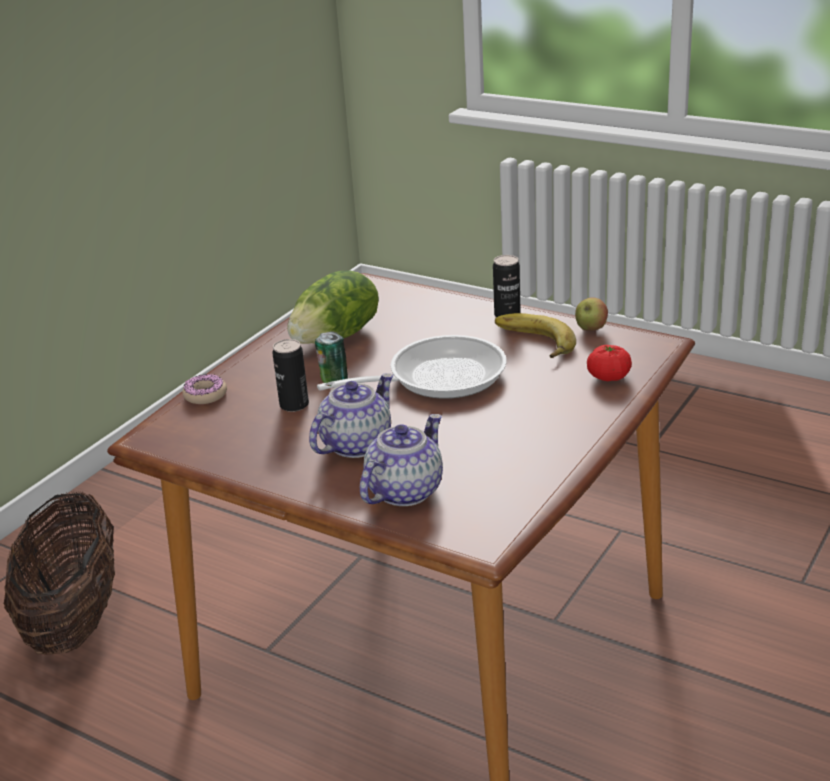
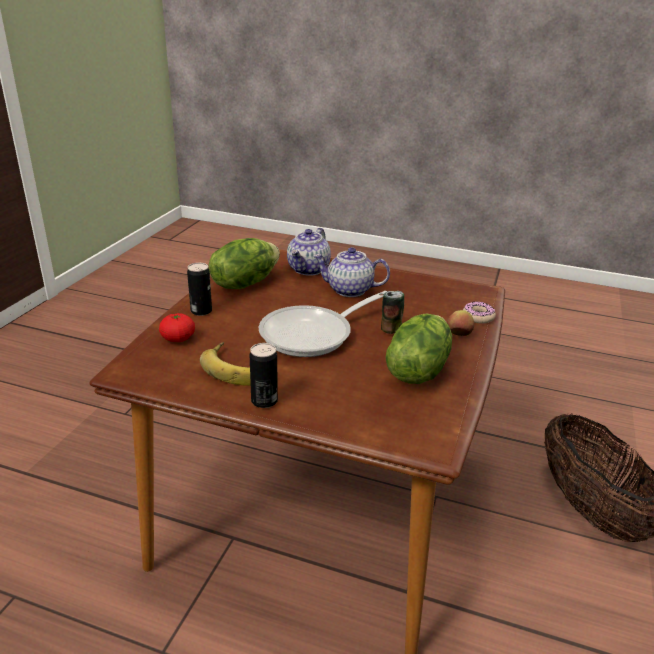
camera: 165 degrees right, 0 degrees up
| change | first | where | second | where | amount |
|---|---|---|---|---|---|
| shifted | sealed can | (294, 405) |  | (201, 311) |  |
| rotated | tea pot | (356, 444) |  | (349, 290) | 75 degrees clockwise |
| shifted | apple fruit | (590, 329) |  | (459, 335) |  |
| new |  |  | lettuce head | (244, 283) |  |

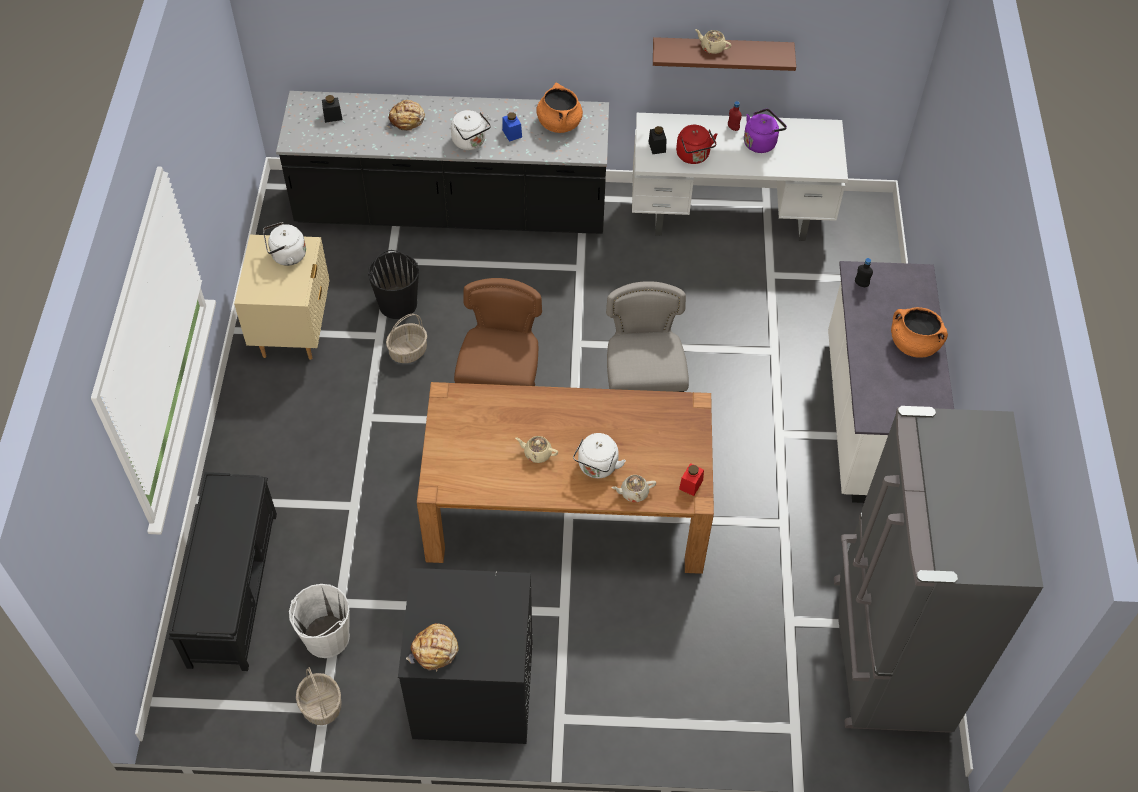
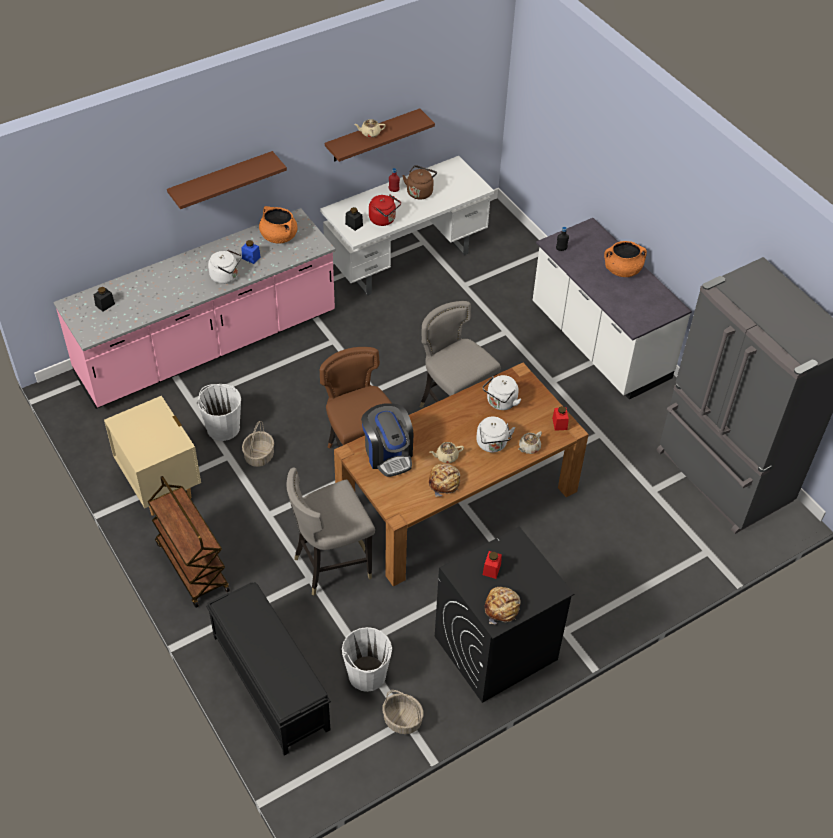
camera: 35 degrees left, 5 degrees down
| change | first | where | second | where | amount |
|---|---|---|---|---|---|
| shifted | white-coloured kettle | (286, 256) |  | (500, 403) |  |
| repainted | blackish kitchen counter | (452, 210) | pinkish kitchen counter | (208, 345) |  |
| repainted | blackish bucket | (398, 303) | white-coloured bucket | (223, 427) |  |
| shifted | bread | (407, 120) |  | (444, 482) |  |
| repainted | purple kettle | (761, 142) | brownish kettle | (420, 191) |  |
| new |  |  | brownish cart | (191, 566) |  |
| new |  |  | brownish wall shelf | (221, 180) |  |
| new |  |  | gray stool | (331, 565) |  |
| new |  |  | coffee maker | (388, 453) |  |
| new |  |  | red-coloured jar | (491, 569) |  |

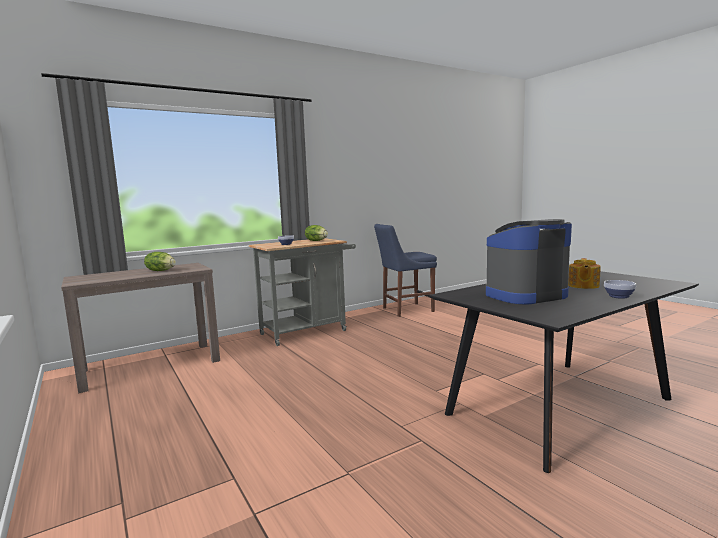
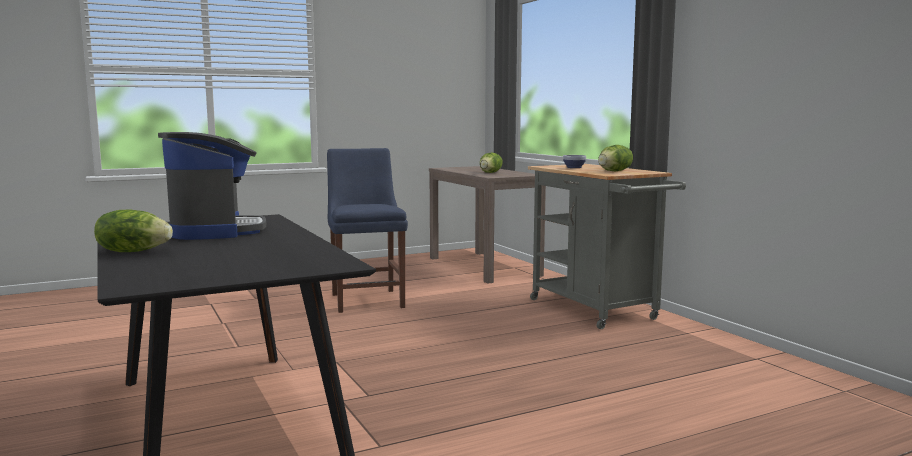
camera: 95 degrees right, 0 degrees up
| change | first | where | second | where | amount |
|---|---|---|---|---|---|
| shifted | blue-coloured plain chair | (405, 310) |  | (367, 299) |  |
| gone | tea pot | (583, 286) |  |  |  |
| swapped | bowl | (618, 296) | lettuce head | (133, 251) |  |

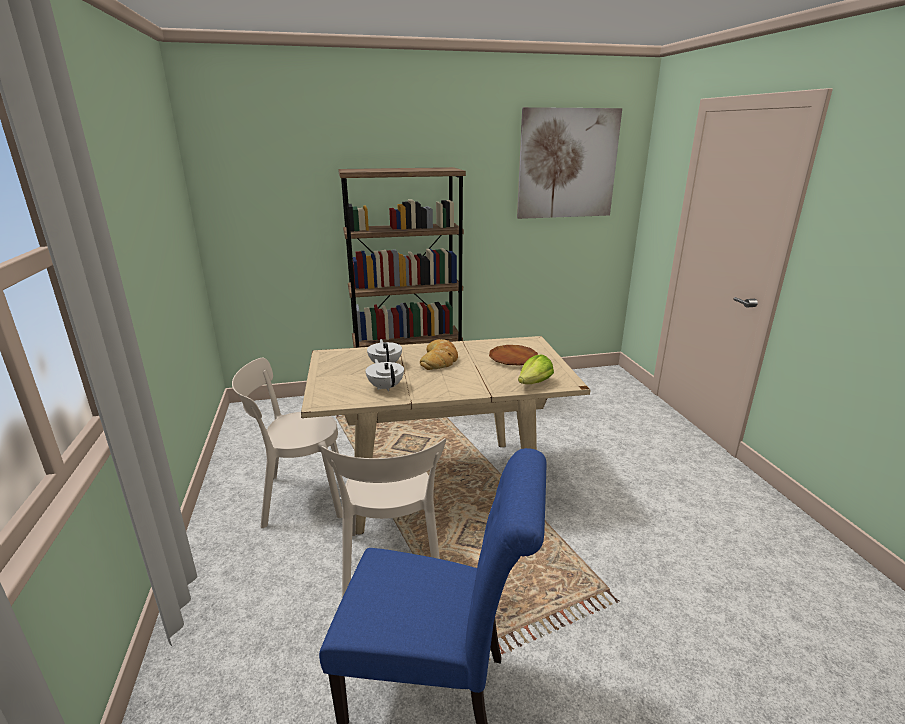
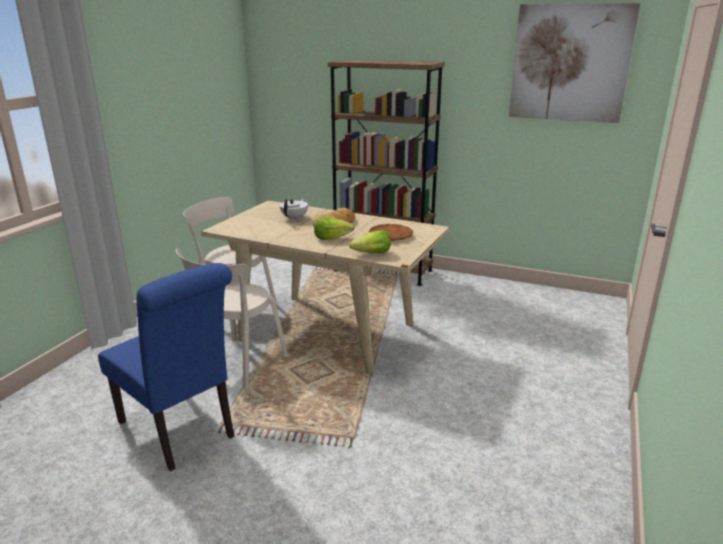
camera: 35 degrees right, 0 degrees up
| change | first | where | second | where | amount |
|---|---|---|---|---|---|
| gone | white-coloured tea pot | (386, 387) |  |  |  |
| new |  |  | lettuce head | (332, 238) |  |

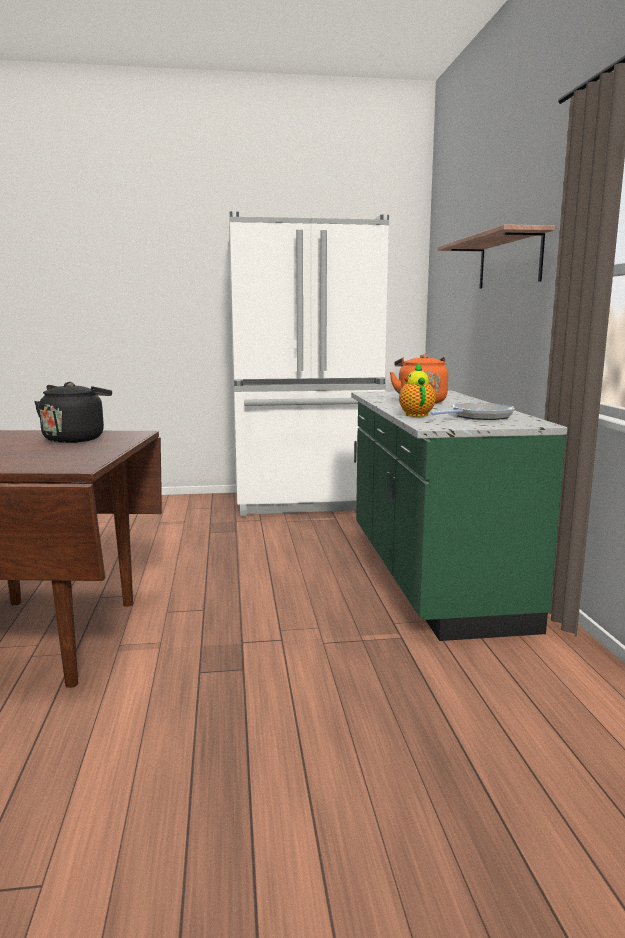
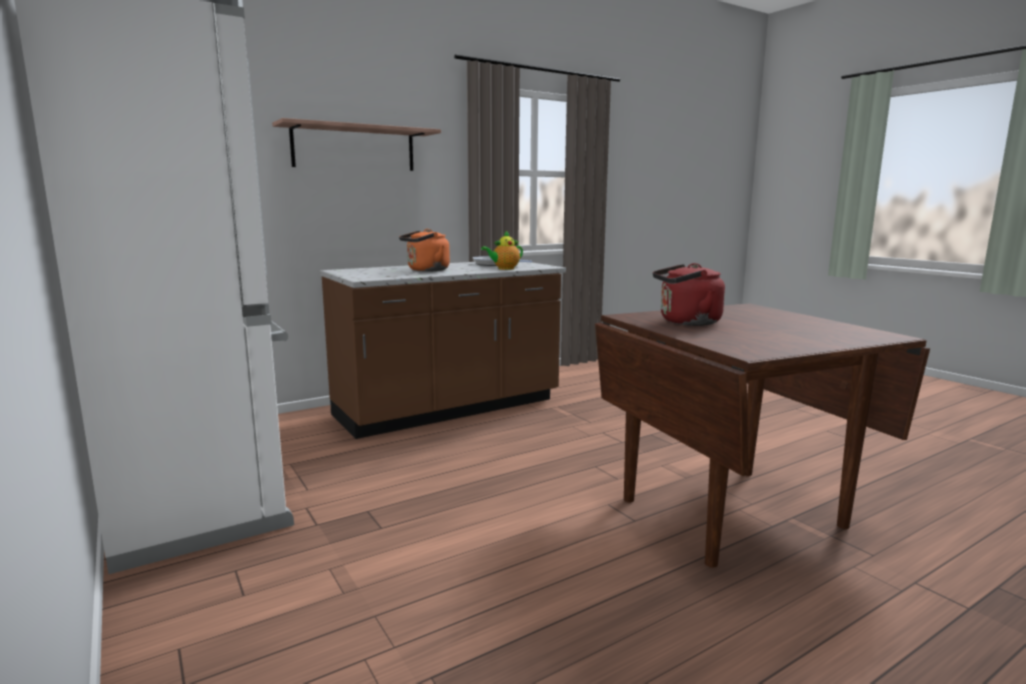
camera: 115 degrees left, 0 degrees up
| change | first | where | second | where | amount |
|---|---|---|---|---|---|
| repainted | blackish kettle | (76, 439) | red-coloured kettle | (686, 322) |  |
| repainted | green-coloured kitchen counter | (431, 577) | brownish kitchen counter | (449, 409) |  |

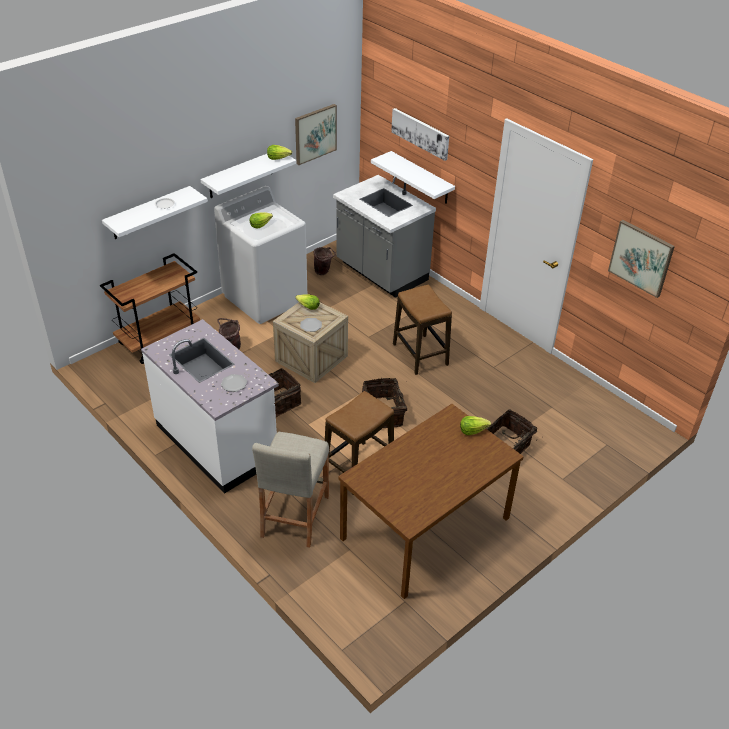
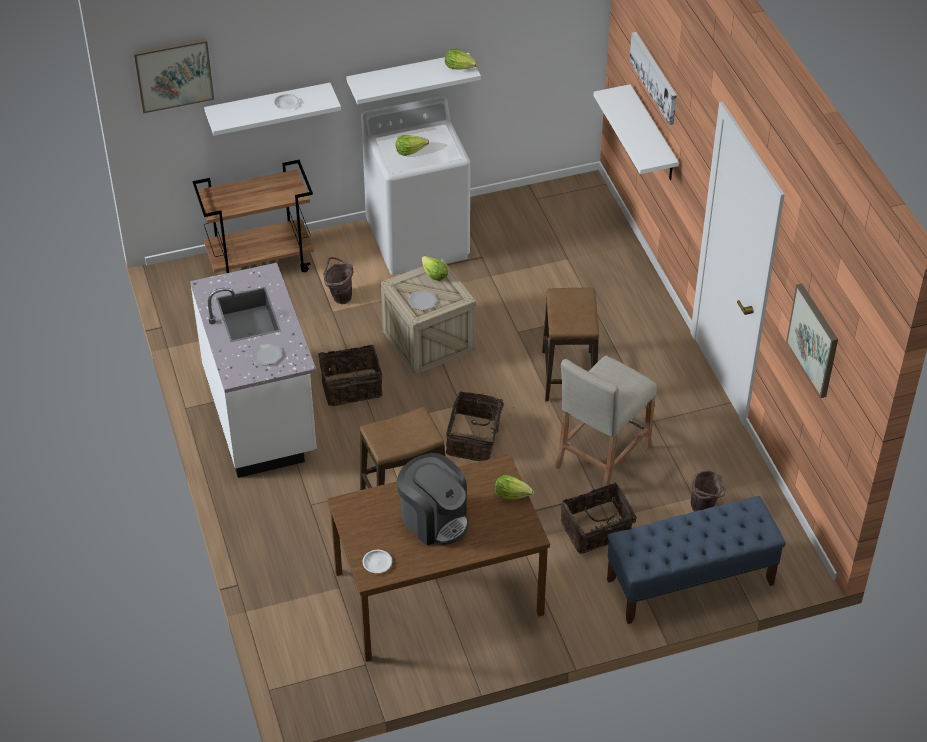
camera: 25 degrees right, 5 degrees up
| change | first | where | second | where | amount |
|---|---|---|---|---|---|
| shifted | sand-coloured stool | (294, 516) |  | (602, 457) |  |
| shifted | wall picture | (315, 134) |  | (173, 74) |  |
| shifted | brownish bucket | (324, 272) |  | (705, 509) |  |
| gone | gray kitchen counter | (381, 272) |  |  |  |
| new |  |  | white-coloured flat dish | (377, 563) |  |
| new |  |  | coffee maker | (434, 519) |  |
| new |  |  | blue-coloured bench | (689, 582) |  |

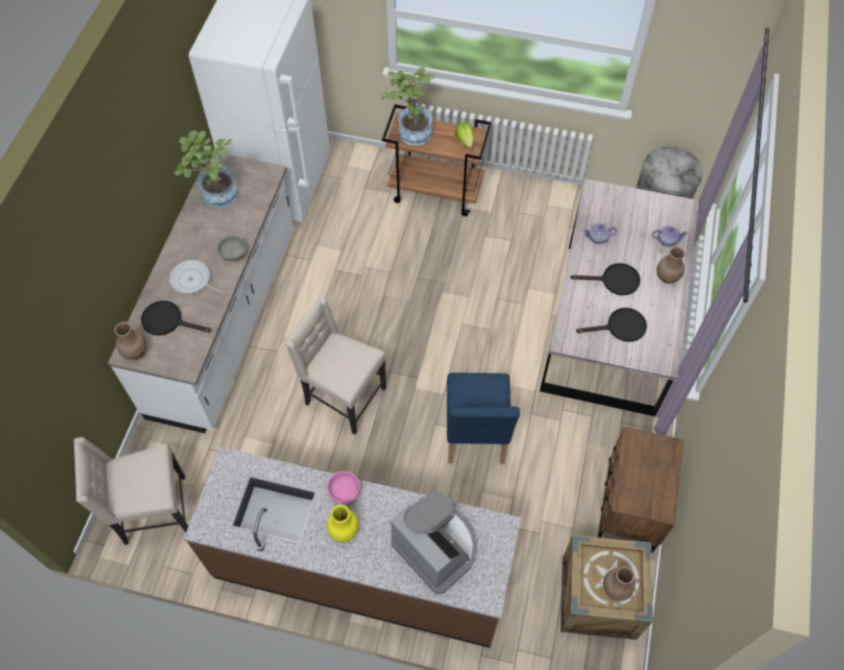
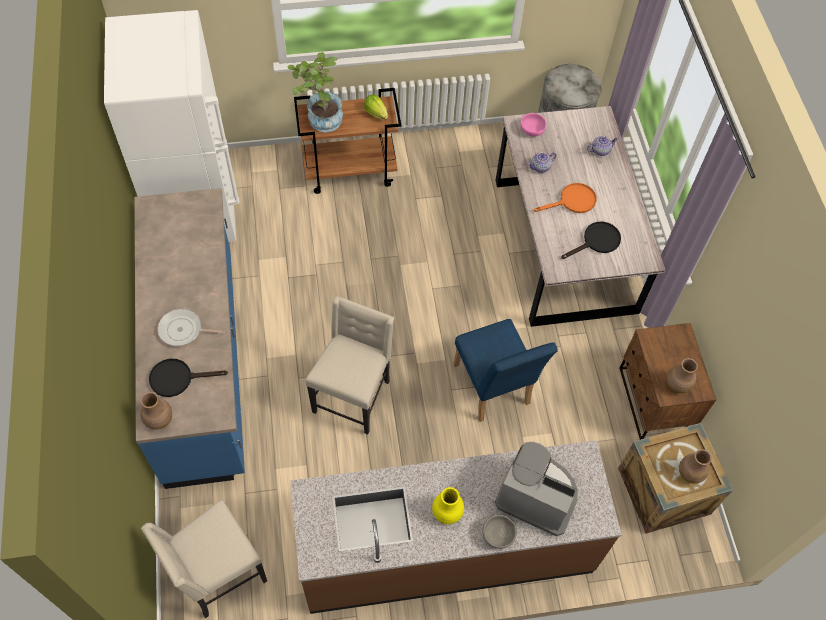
camera: 25 degrees left, 0 degrees up
| change | first | where | second | where | amount |
|---|---|---|---|---|---|
| repainted | white-coloured kitchen counter | (226, 322) | blue-coloured kitchen counter | (202, 365) |  |
| gone | plant in a pot | (216, 198) |  |  |  |
| shifted | gray bowl | (233, 253) |  | (497, 535) |  |
| rotated | sand-coloured plain chair | (343, 397) |  | (353, 396) | 105 degrees clockwise |
| shifted | pinkish bowl | (345, 491) |  | (532, 130) |  |
| repainted | blackish pan | (614, 281) | orangey pan | (572, 201) |  |
| shifted | brownish flower vase | (666, 277) |  | (677, 385) |  |

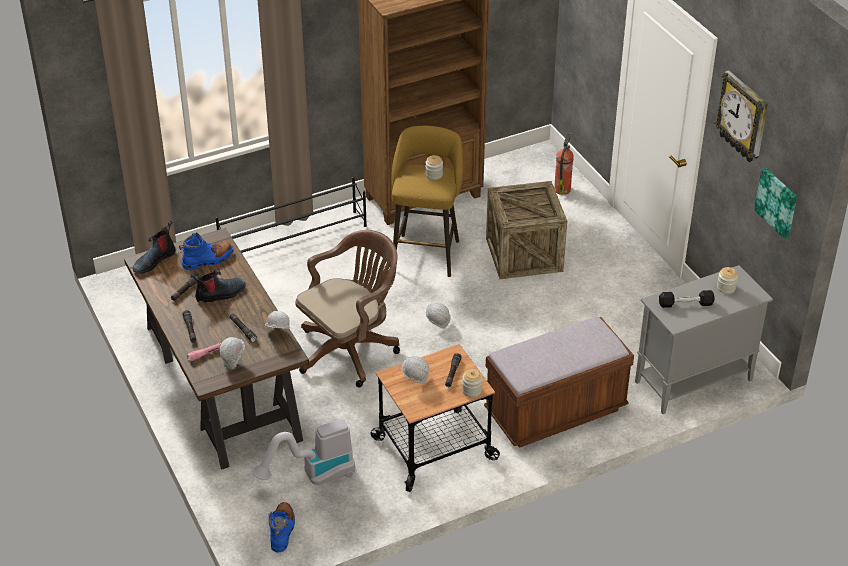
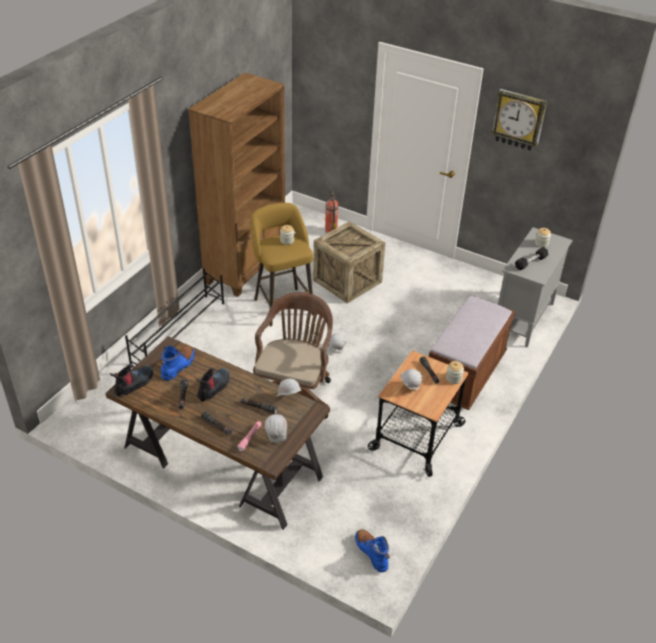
camera: 35 degrees left, 0 degrees up
| change | first | where | second | where | amount |
|---|---|---|---|---|---|
| rotated | boot | (154, 260) |  | (134, 384) | 150 degrees counterclockwise |
| gone | vacuum cleaner | (312, 477) |  |  |  |
| gone | wall picture | (777, 202) |  |  |  |

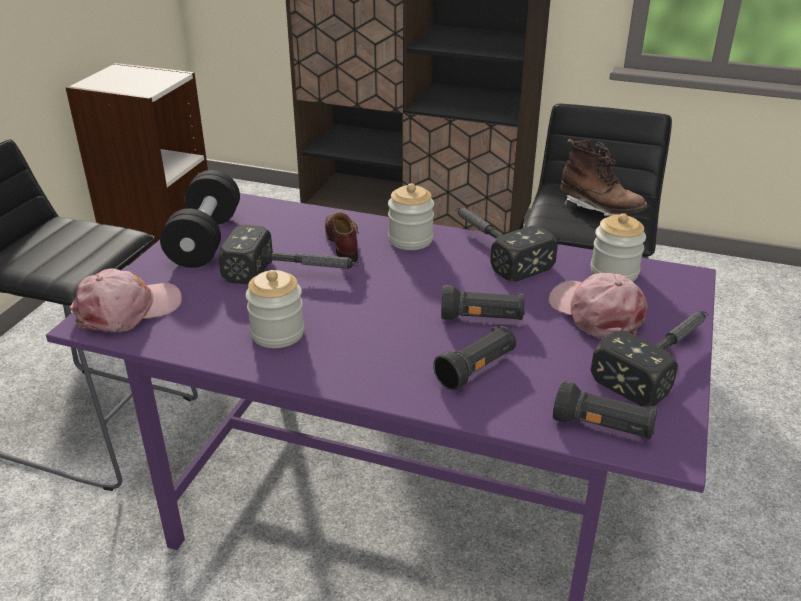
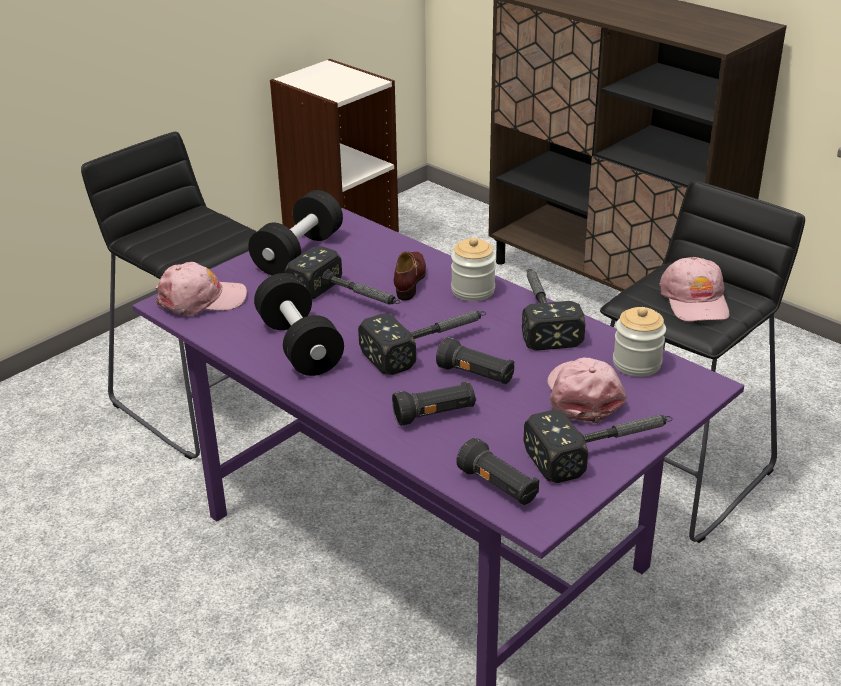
camera: 25 degrees right, 0 degrees up
| change | first | where | second | where | amount |
|---|---|---|---|---|---|
| swapped | jar | (277, 333) | blackish dumbbell | (299, 346) |  |
| swapped | brownish boot | (599, 209) | pinkish cap | (695, 300) |  |
| new |  |  | hammer | (429, 345) |  |

